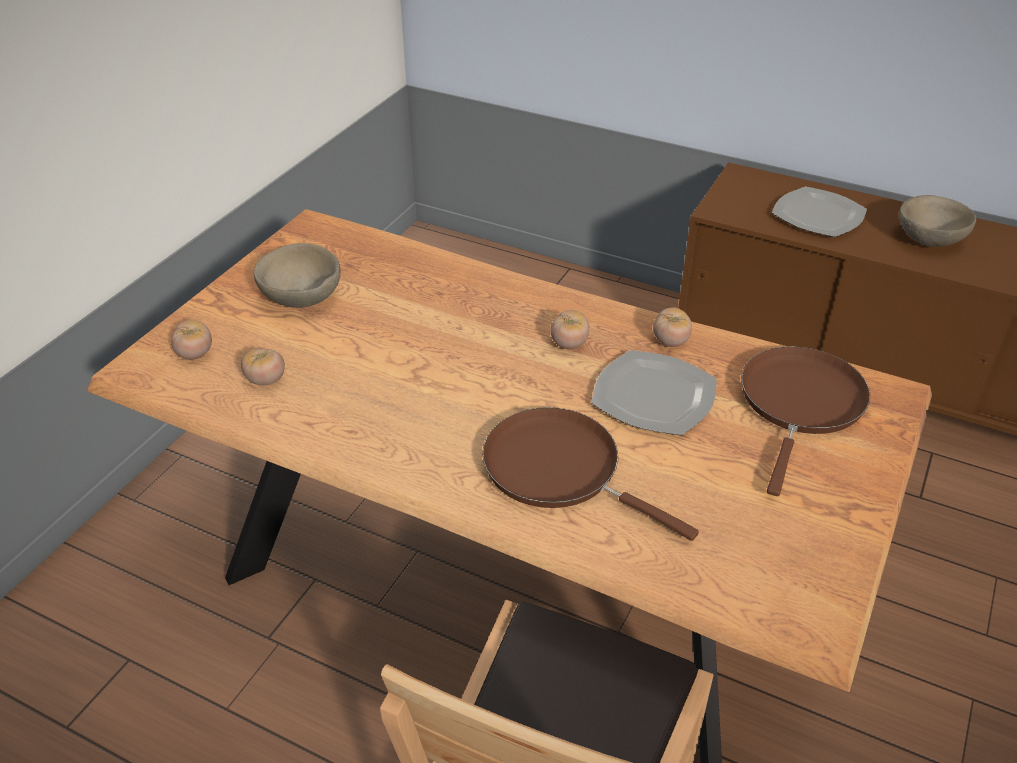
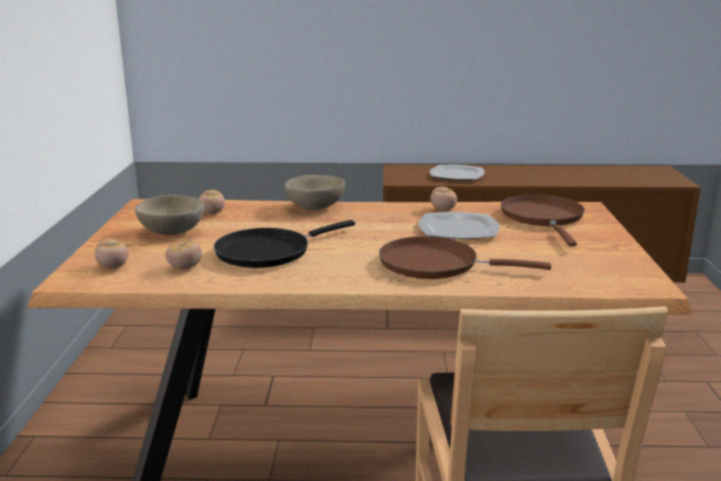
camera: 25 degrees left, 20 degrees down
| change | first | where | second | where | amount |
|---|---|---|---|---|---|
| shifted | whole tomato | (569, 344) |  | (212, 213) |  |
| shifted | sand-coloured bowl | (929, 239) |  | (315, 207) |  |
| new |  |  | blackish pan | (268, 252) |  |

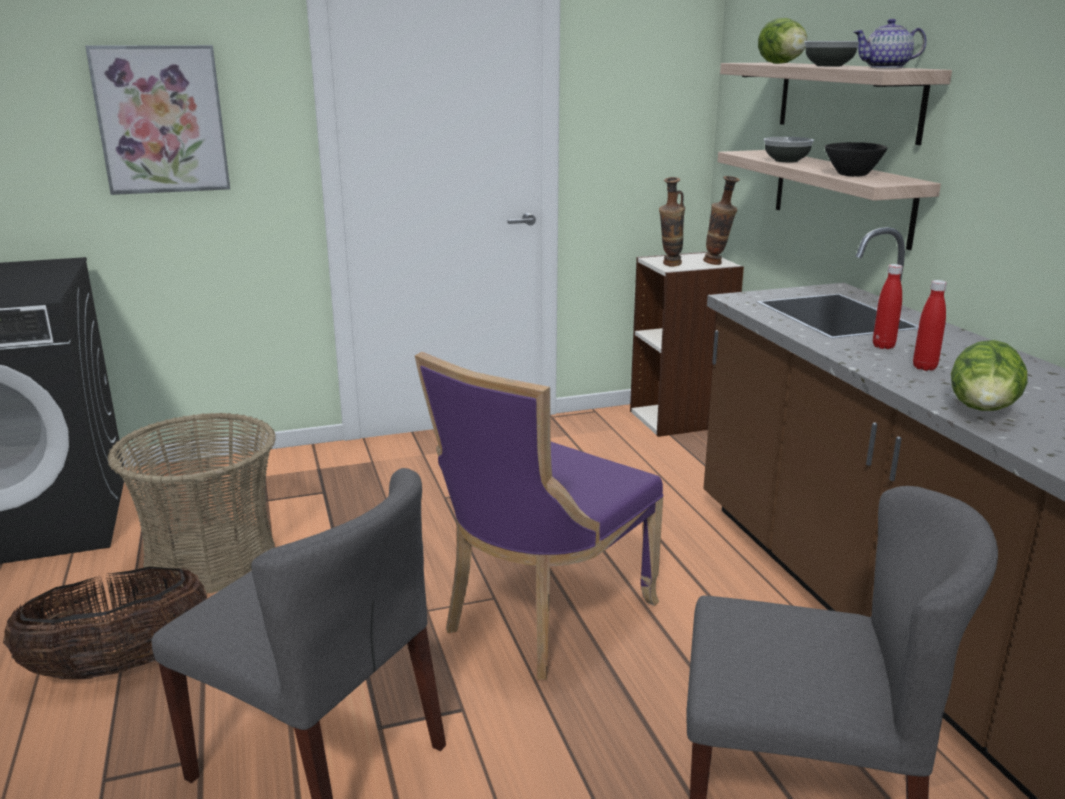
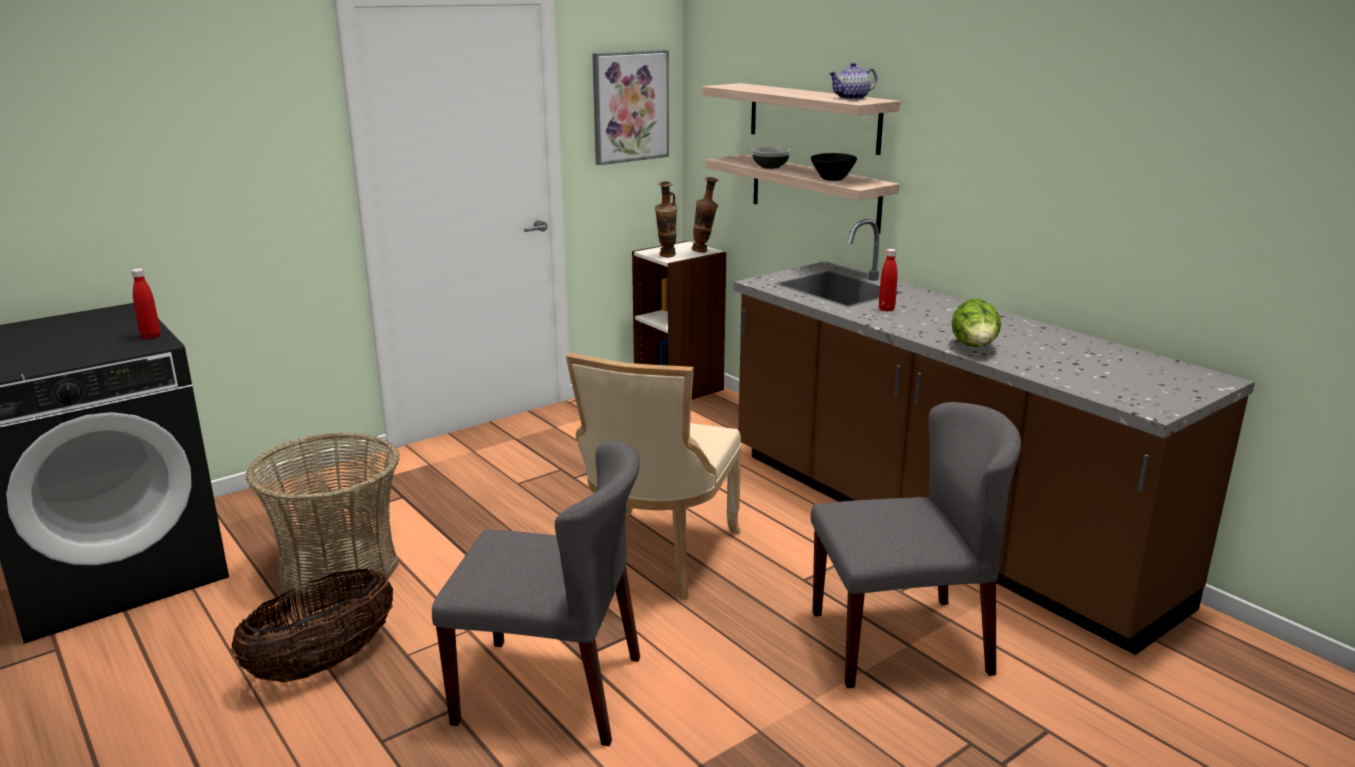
camera: 20 degrees left, 0 degrees up
| change | first | where | second | where | amount |
|---|---|---|---|---|---|
| shifted | wall picture | (161, 120) |  | (630, 106) |  |
| repainted | purple plain chair | (541, 617) | sand-coloured plain chair | (657, 558) |  |
| gone | lettuce head | (783, 63) |  |  |  |
| gone | bowl | (829, 66) |  |  |  |
| shifted | red-coloured bottle | (924, 367) |  | (151, 336) |  |

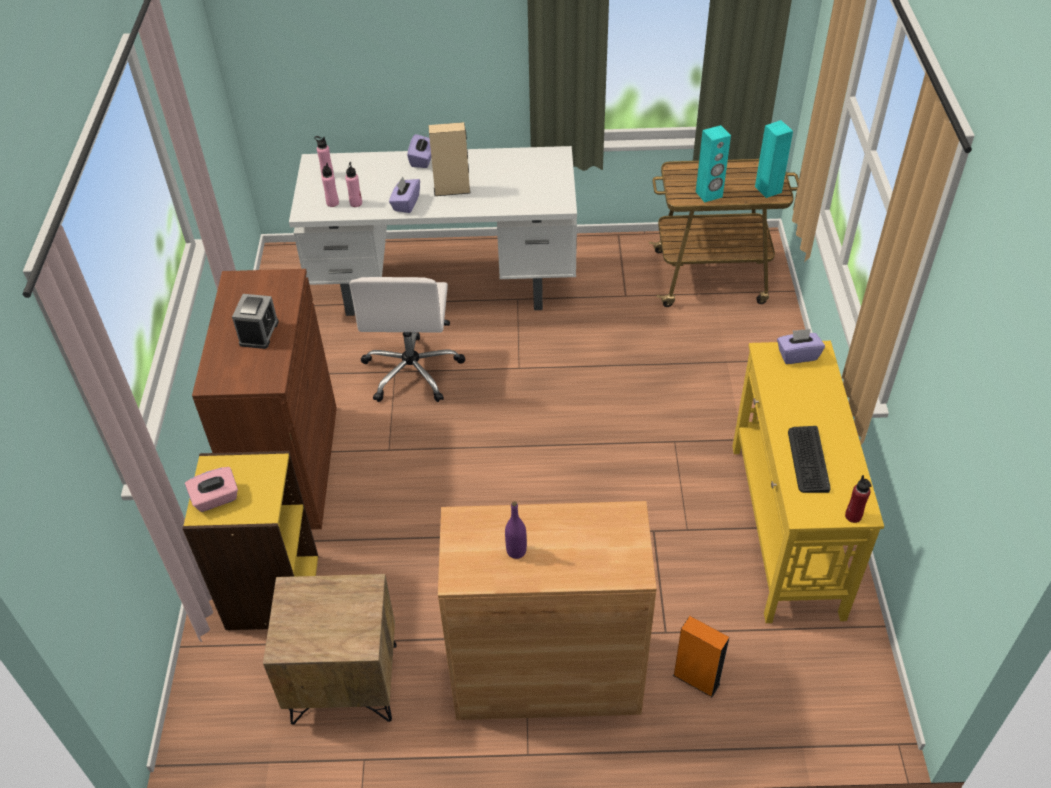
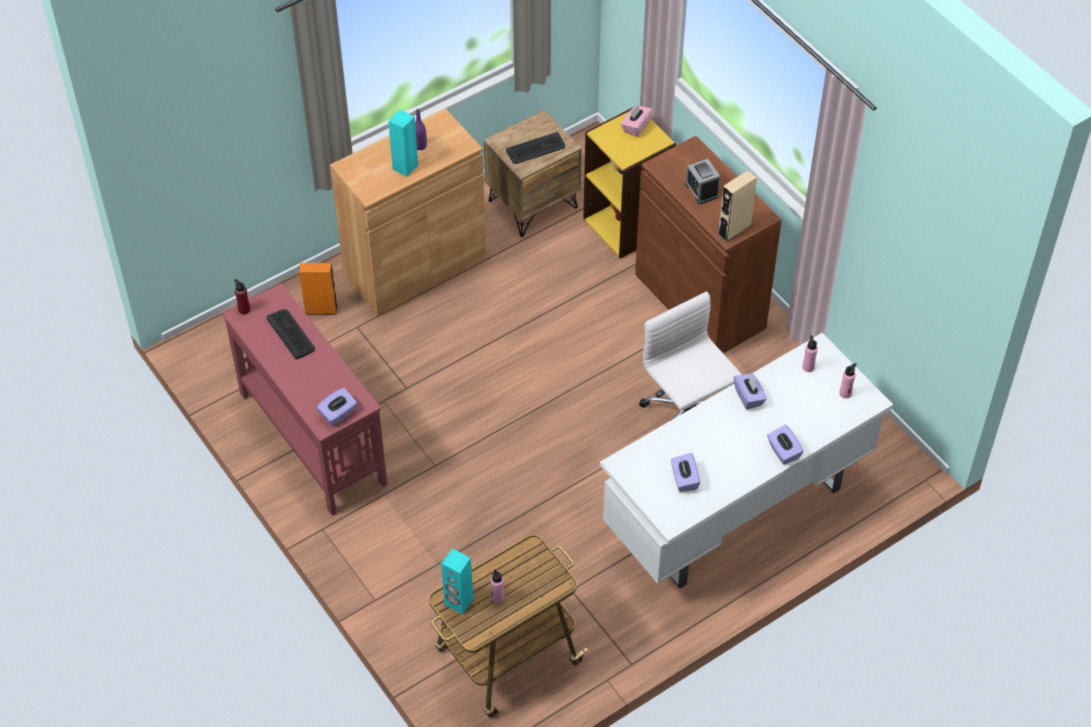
camera: 145 degrees right, 5 degrees up
| change | first | where | second | where | amount |
|---|---|---|---|---|---|
| shifted | pinkish bottle | (356, 203) |  | (497, 597) |  |
| shifted | sand-coloured loudspeaker | (452, 190) |  | (734, 229) |  |
| shifted | turquoise-coloured loudspeaker | (709, 194) |  | (405, 167) |  |
| repainted | yellow console table | (785, 529) | red-coloured console table | (312, 437) |  |
| new |  |  | PC keyboard | (536, 149) |  |
| new |  |  | purple tissue box | (684, 479) |  |

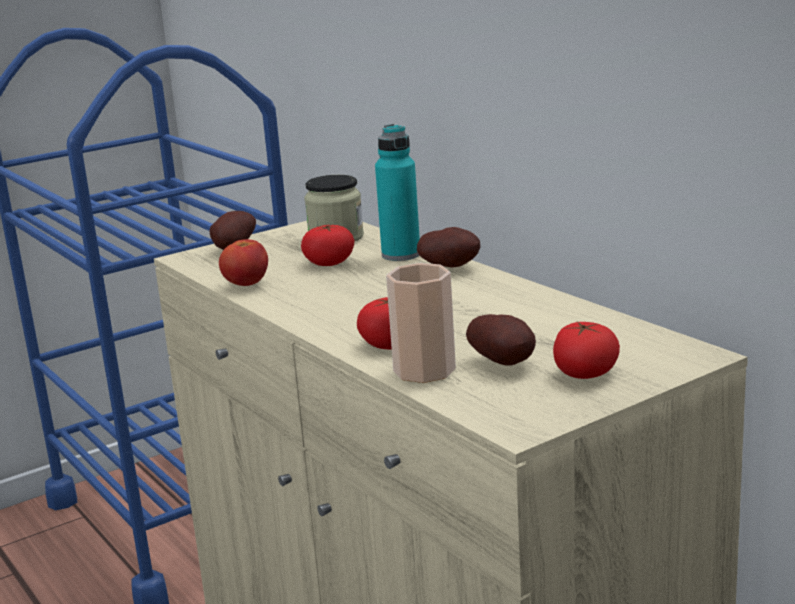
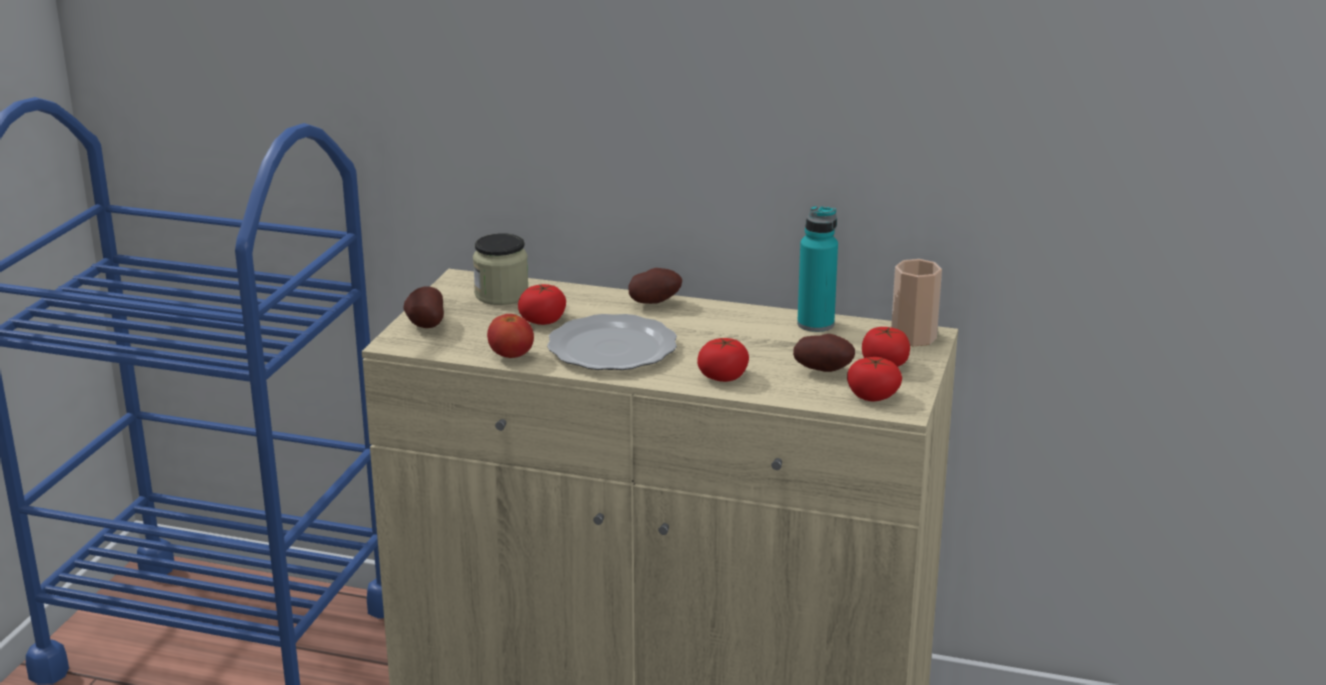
camera: 40 degrees left, 5 degrees up
| change | first | where | second | where | amount |
|---|---|---|---|---|---|
| shifted | turquoise-coloured bottle | (401, 255) |  | (815, 324) |  |
| shifted | small cup | (424, 370) |  | (913, 337) |  |
| new |  |  | flat dish | (614, 349) |  |
| new |  |  | whole tomato | (872, 395) |  |

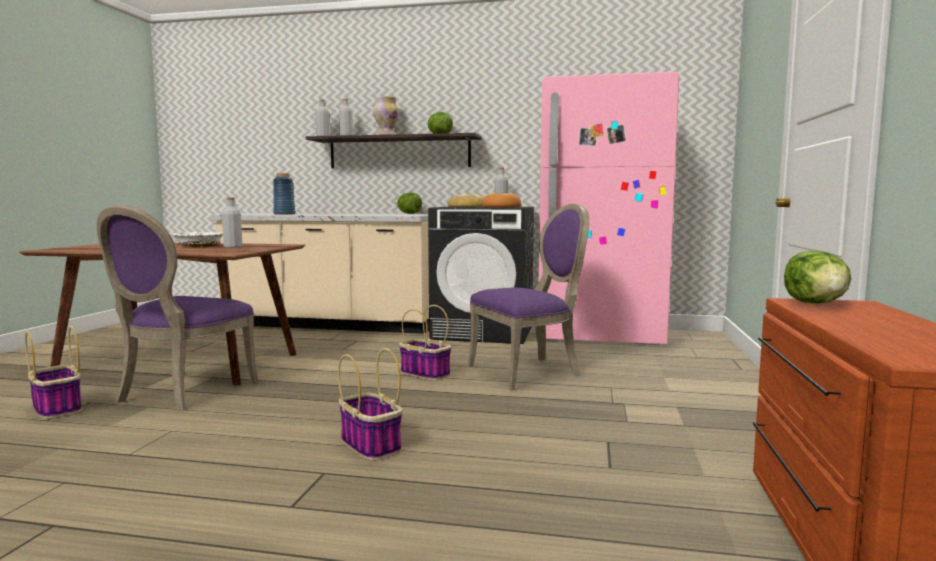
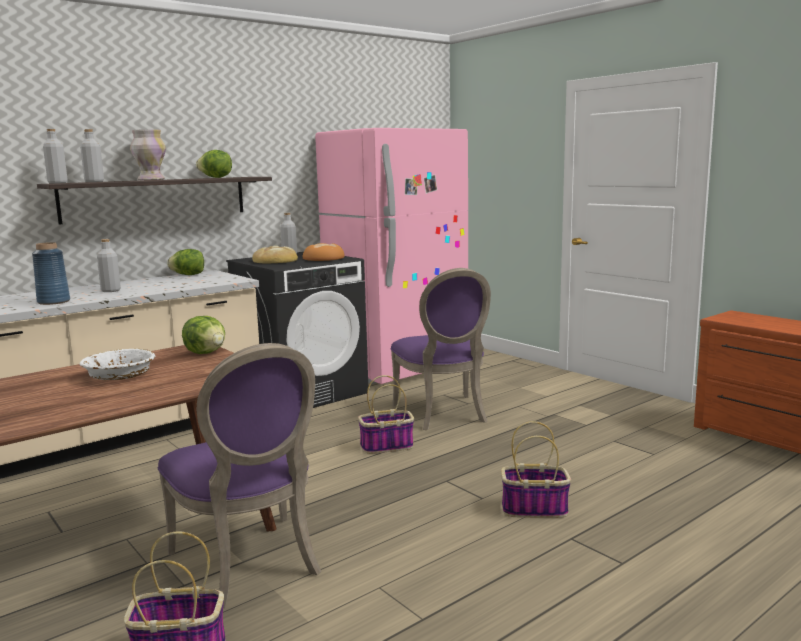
camera: 50 degrees left, 5 degrees up
| change | first | where | second | where | amount |
|---|---|---|---|---|---|
| shifted | gray bottle | (233, 247) |  | (111, 290) |  |
| rotated | purple plain chair | (529, 371) |  | (443, 414) | 150 degrees clockwise |
| shifted | lettuce head | (816, 303) |  | (206, 353) |  |

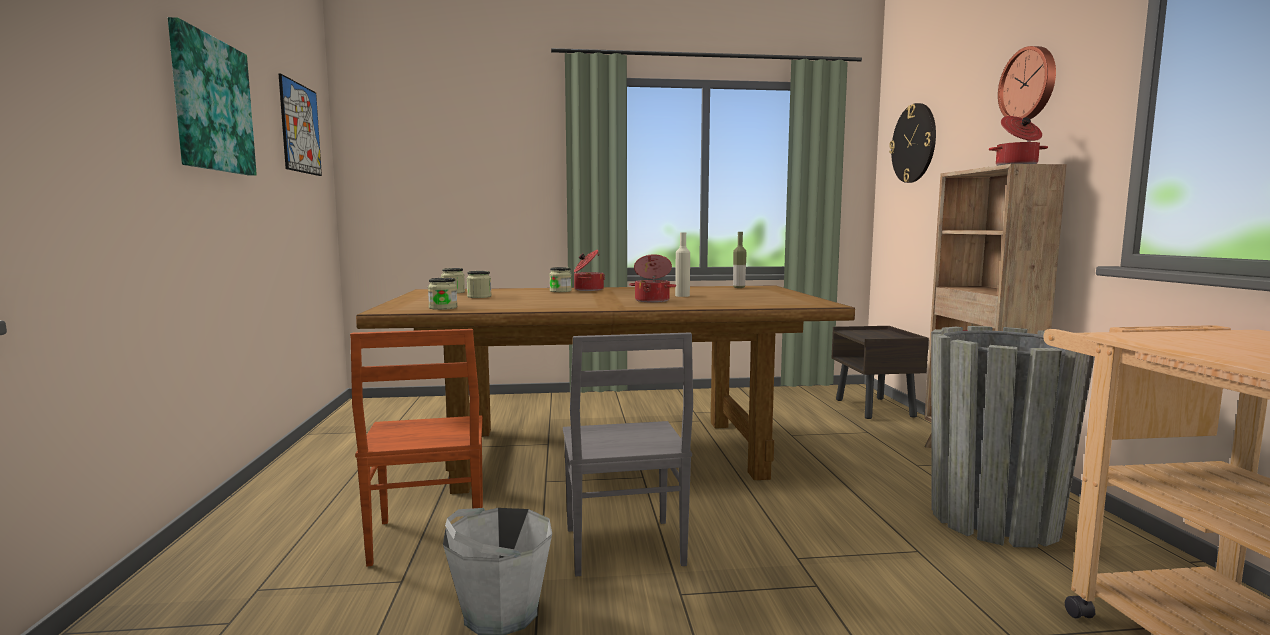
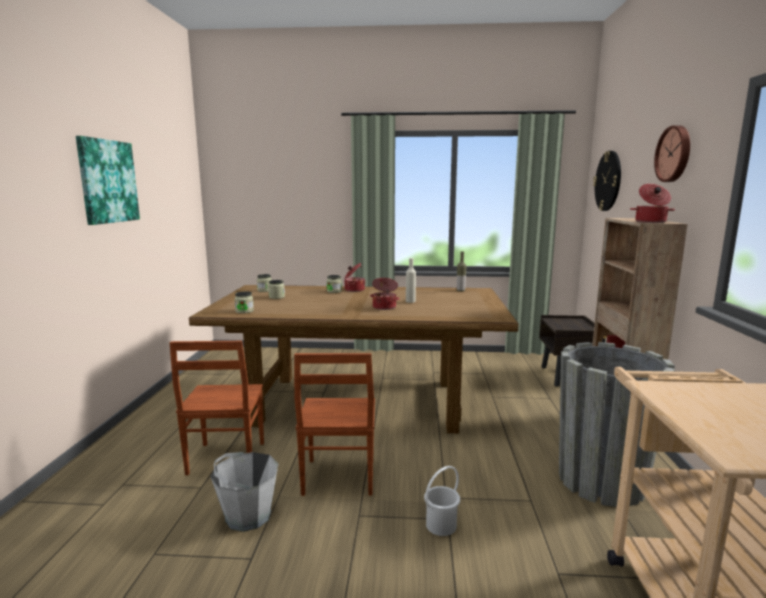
camera: 10 degrees right, 5 degrees up
| change | first | where | second | where | amount |
|---|---|---|---|---|---|
| gone | wall picture | (300, 128) |  |  |  |
| repainted | gray plain chair | (622, 548) | brownish plain chair | (337, 478) |  |
| new |  |  | white-coloured bucket | (441, 525) |  |

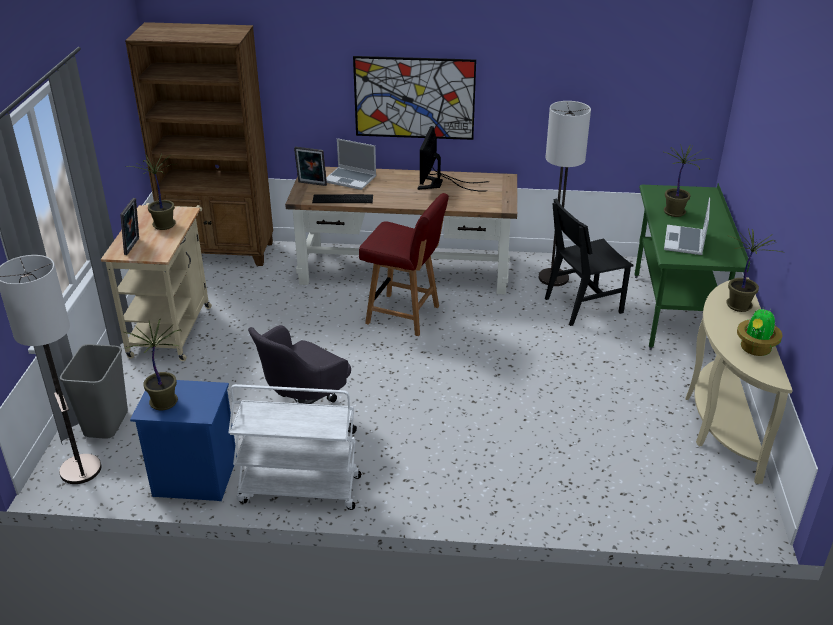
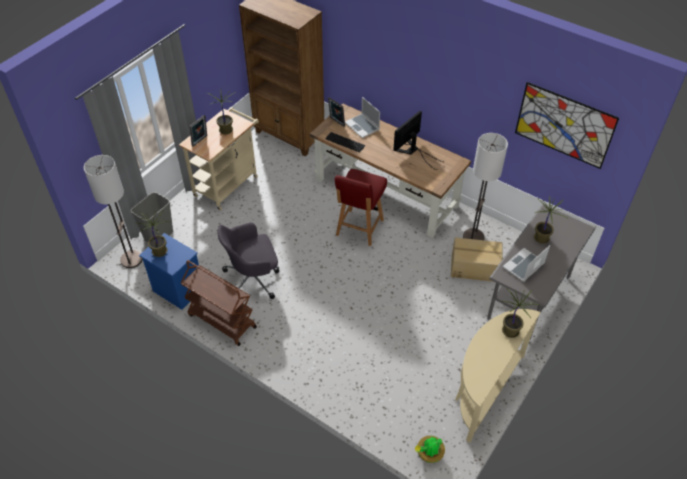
camera: 30 degrees right, 15 degrees up
| change | first | where | second | where | amount |
|---|---|---|---|---|---|
| repainted | white-coloured cart | (299, 490) | brownish cart | (221, 321) |  |
| shifted | wall picture | (414, 98) |  | (564, 125) |  |
| rotated | red-coloured plain chair | (404, 315) |  | (359, 228) | 60 degrees clockwise |
| swapped | blackish plain chair | (583, 305) | carton | (474, 267) |  |
| repainted | green-coloured desk | (673, 312) | gray desk | (529, 298) |  |
| shifted | plant in a pot | (755, 349) |  | (428, 454) |  |

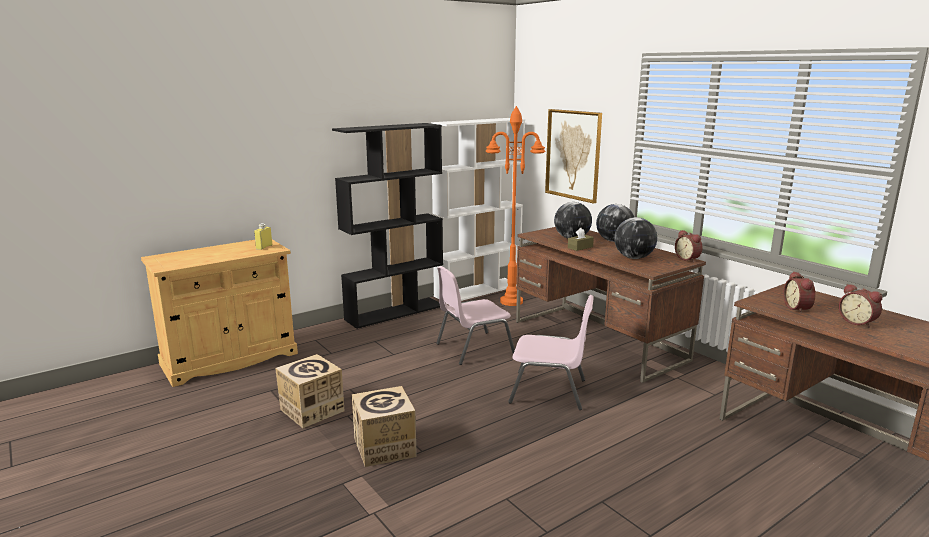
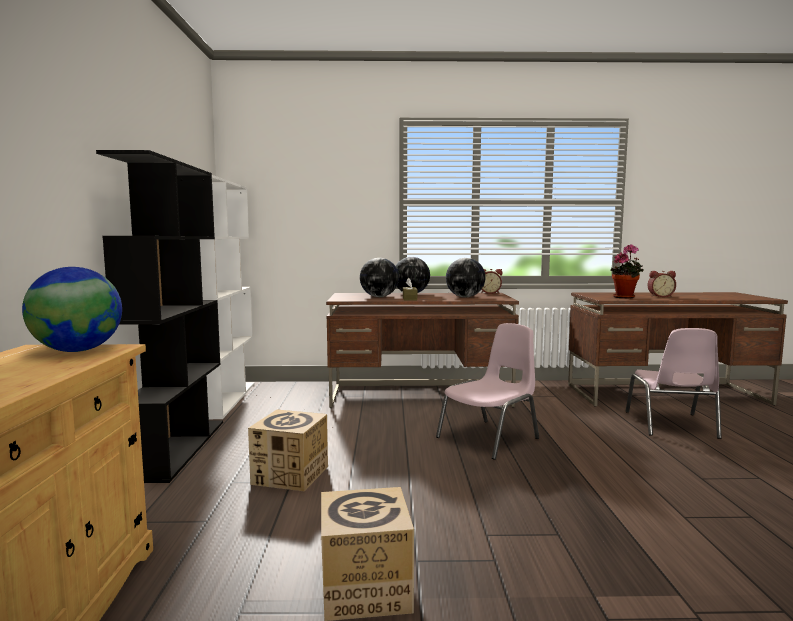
camera: 55 degrees left, 10 degrees down
| change | first | where | second | where | amount |
|---|---|---|---|---|---|
| swapped | yellow bottle | (264, 247) | globe | (77, 351) |  |
| shifted | carton | (384, 447) |  | (290, 475) |  |
| shifted | pinkish plain chair | (473, 348) |  | (671, 425) |  |
| gone | orangey standing lamp | (511, 301) |  |  |  |
| gone | wall picture | (573, 155) |  |  |  |
| swapped | bedside clock | (798, 308) | plant in a pot | (625, 297) |  |

